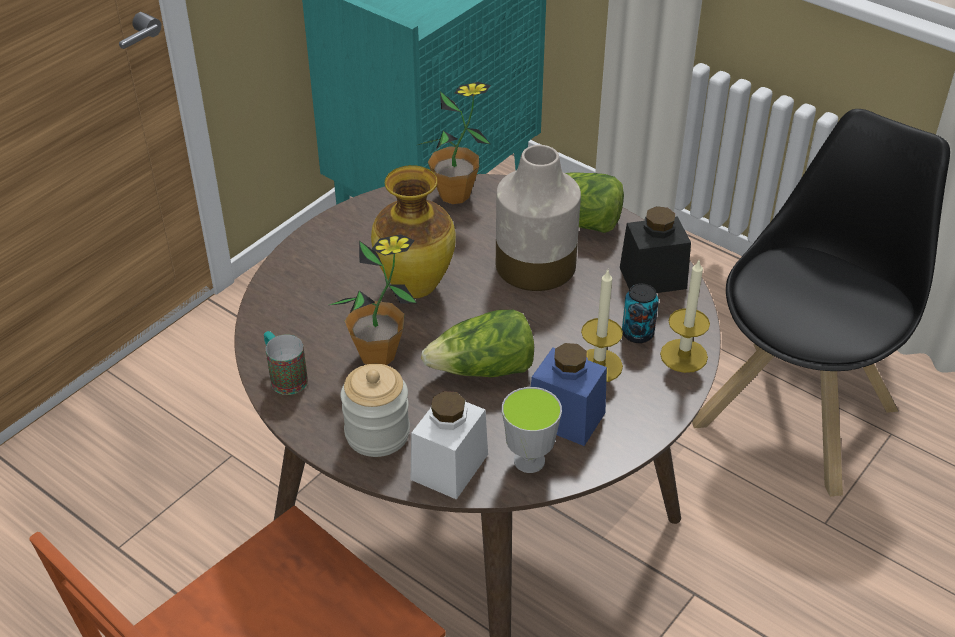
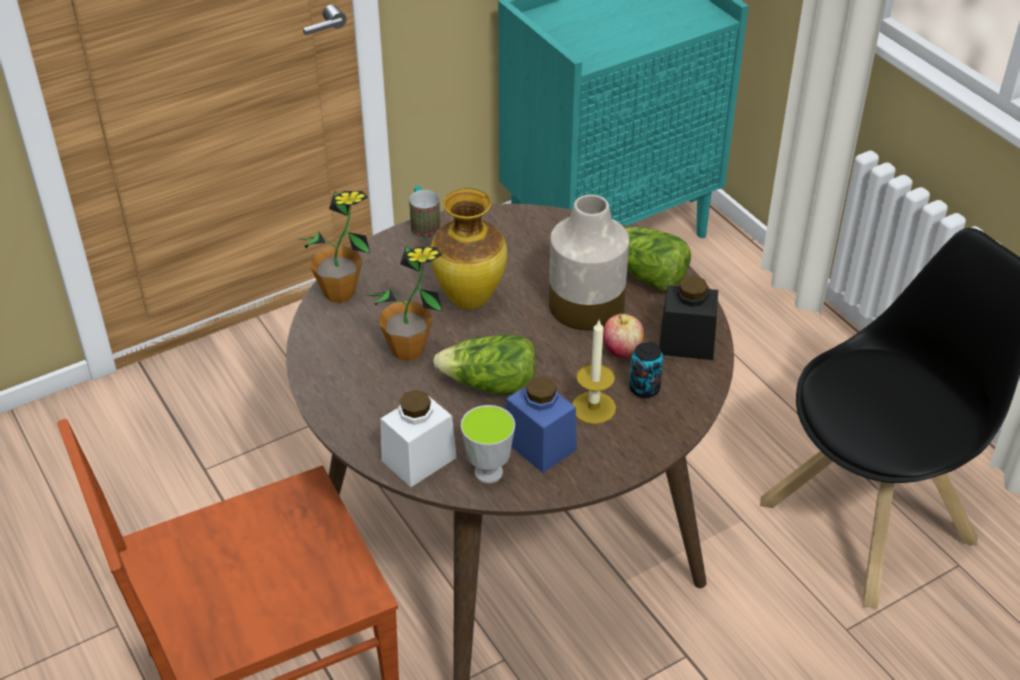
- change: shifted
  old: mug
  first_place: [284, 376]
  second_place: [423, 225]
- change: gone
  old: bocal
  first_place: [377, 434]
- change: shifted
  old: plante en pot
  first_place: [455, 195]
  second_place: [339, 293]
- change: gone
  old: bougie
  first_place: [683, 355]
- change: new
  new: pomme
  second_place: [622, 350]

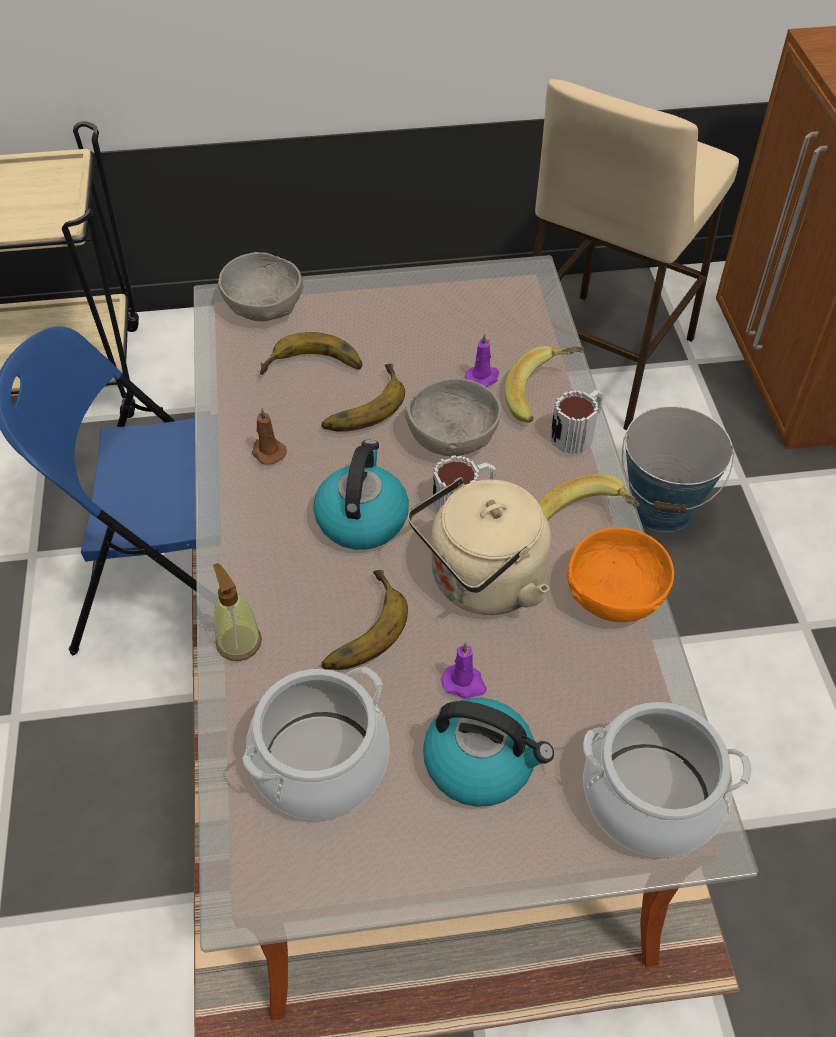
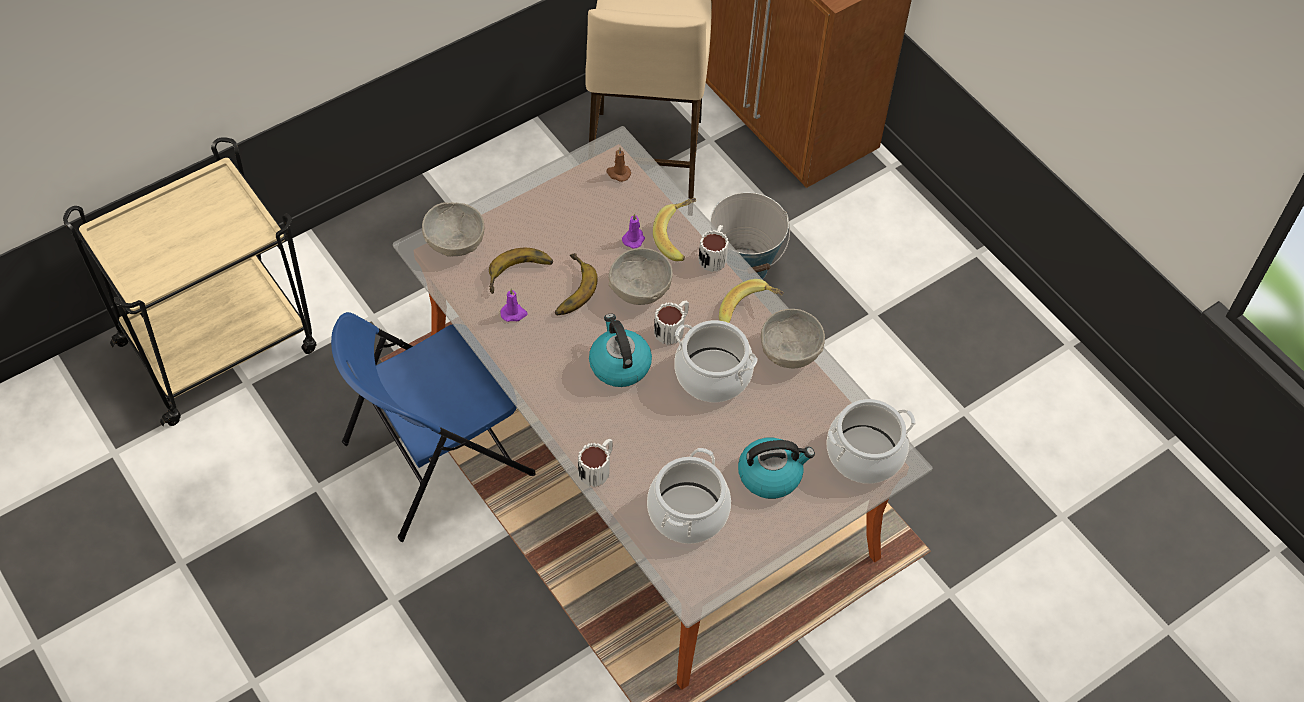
- change: swapped
  old: distributeur de savon
  new: mug
  first_place: [238, 642]
  second_place: [598, 468]
- change: shifted
  old: bougie (marron)
  first_place: [267, 451]
  second_place: [618, 173]
- change: gone
  old: banane
  first_place: [357, 626]
- change: swapped
  old: bouilloire (beige)
  new: marmite
  first_place: [481, 583]
  second_place: [712, 375]
- change: shifted
  old: bougie (violet)
  first_place: [465, 683]
  second_place: [514, 313]
- change: repainted
  old: bol (orange)
  new: bol (gris)
  first_place: [614, 594]
  second_place: [789, 350]

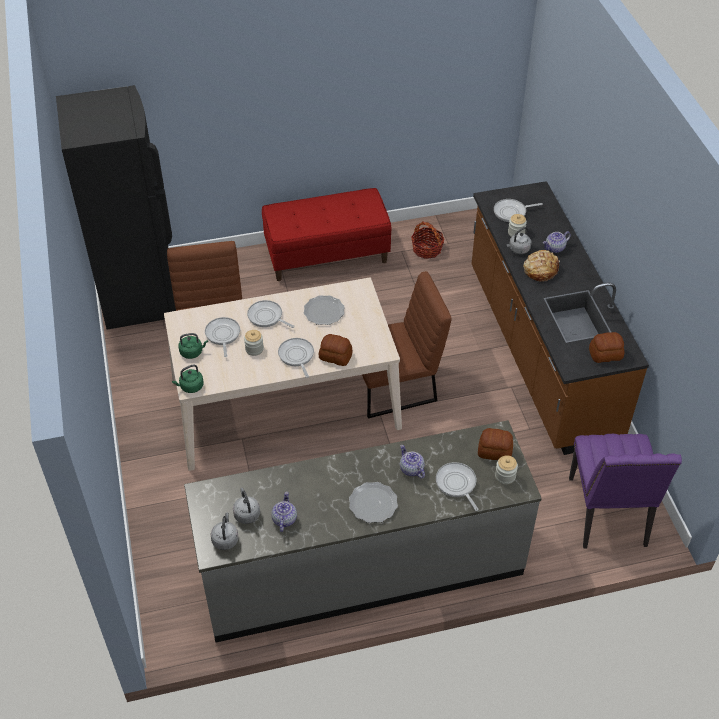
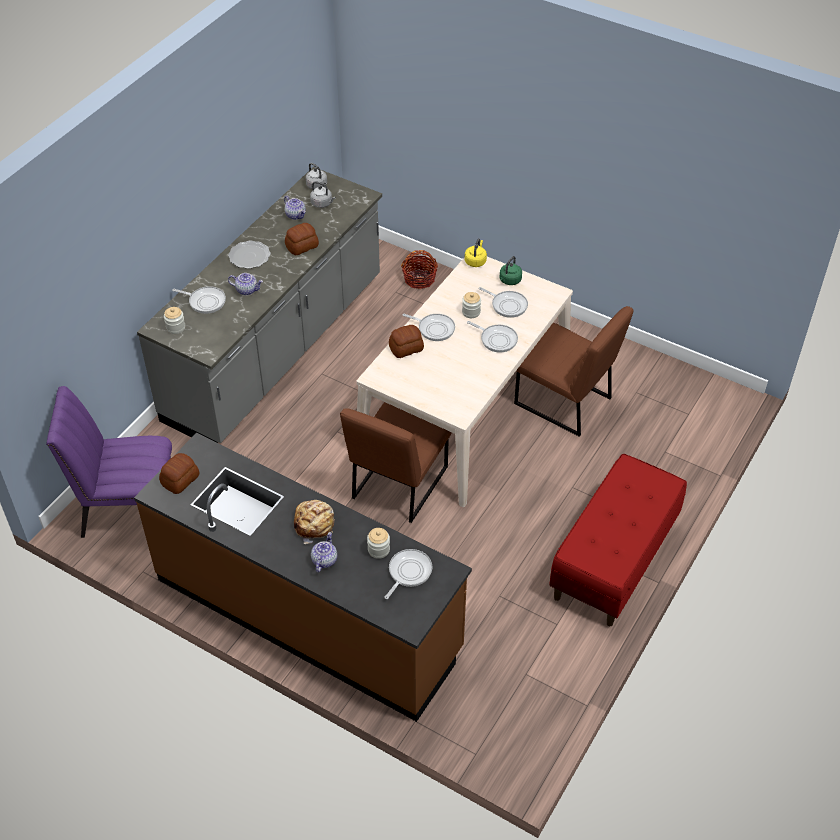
- change: gone
  old: réfrigérateur (noir)
  first_place: [138, 296]
- change: repainted
  old: bouilloire (vert)
  new: bouilloire (jaune)
  first_place: [190, 387]
  second_place: [475, 261]
- change: rotated
  old: poêle
  first_place: [267, 317]
  second_place: [496, 339]
  degrees: 45
- change: gone
  old: assiette
  first_place: [324, 312]
- change: shifted
  old: panier
  first_place: [426, 249]
  second_place: [419, 279]
- change: shifted
  old: pain
  first_place: [494, 451]
  second_place: [302, 246]
- change: gone
  old: bouilloire (gris)
  first_place: [518, 249]
- change: rotated
  old: chaise (violet)
  first_place: [607, 511]
  second_place: [129, 510]
  degrees: -45

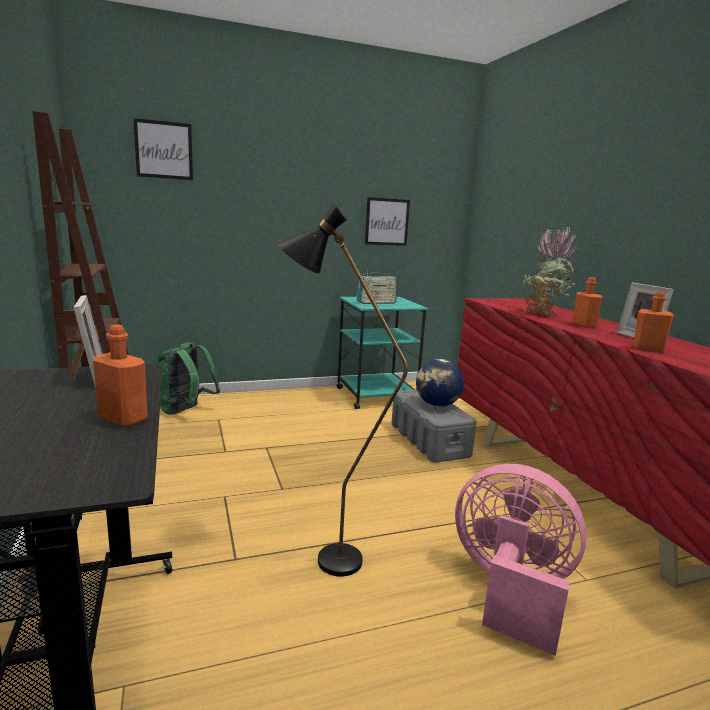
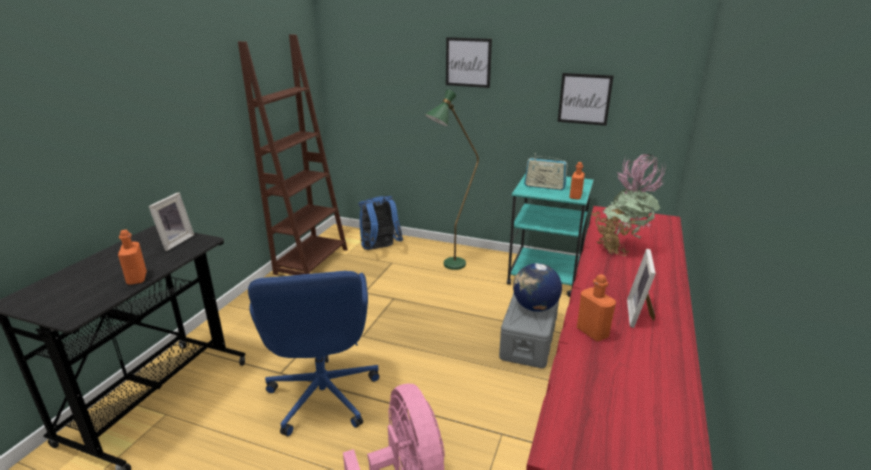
- change: shifted
  old: tableau
  first_place: [164, 150]
  second_place: [468, 62]
- change: repainted
  old: sac à dos (vert)
  new: sac à dos (bleu)
  first_place: [186, 411]
  second_place: [379, 249]
- change: swapped
  old: lampadaire (noir)
  new: chaise de bureau (bleu)
  first_place: [323, 558]
  second_place: [323, 397]
- change: shifted
  old: bouteille (orange)
  first_place: [584, 325]
  second_place: [575, 196]
- change: new
  new: lampadaire (vert)
  second_place: [448, 267]

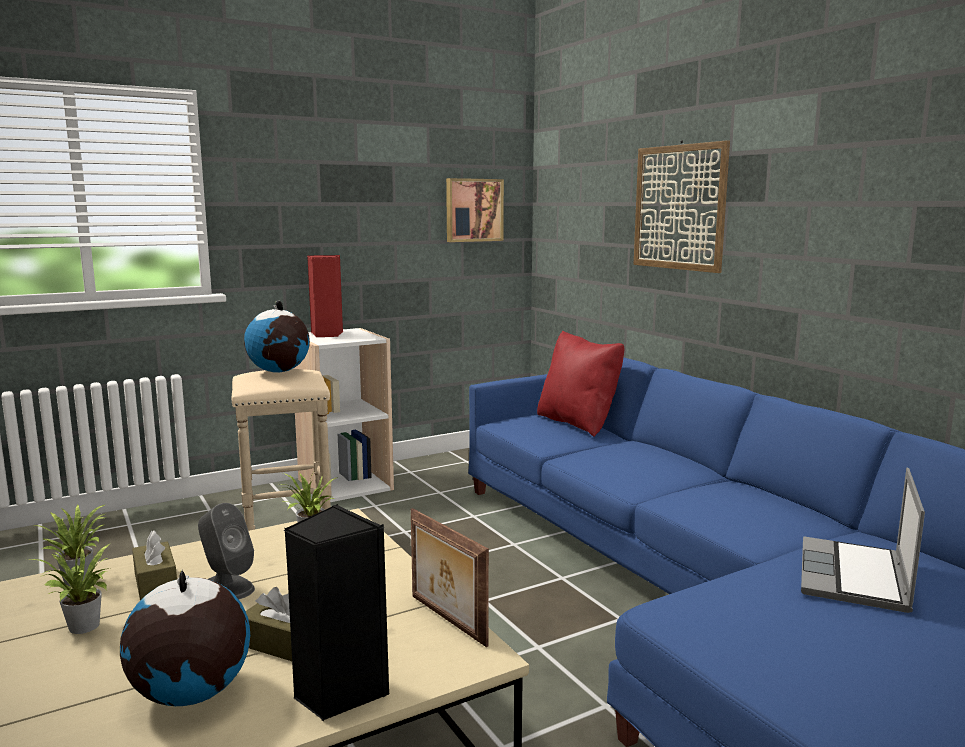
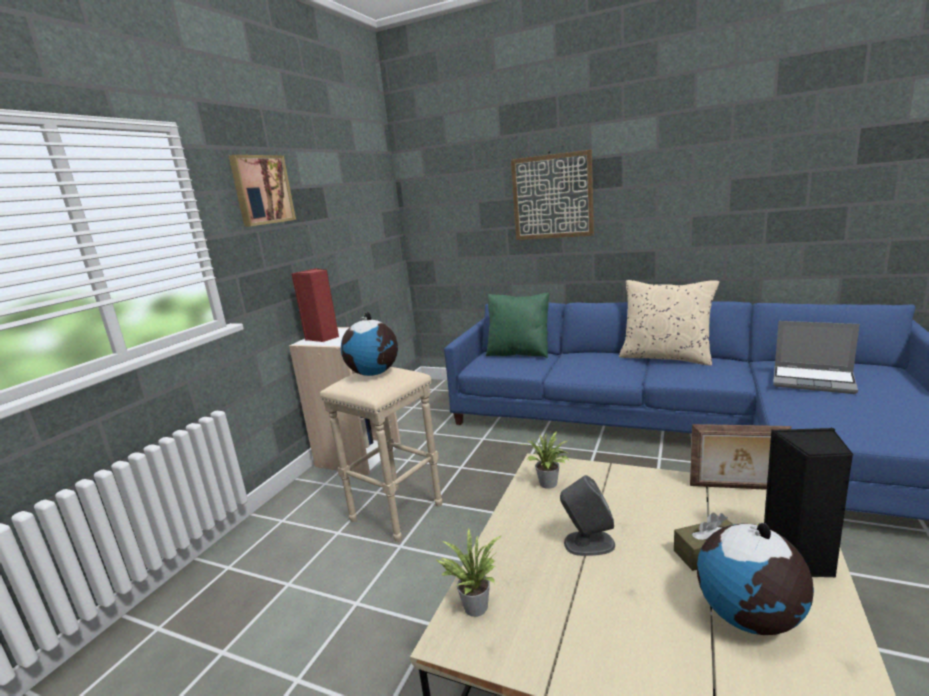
- change: gone
  old: plante en pot
  first_place: [83, 628]
- change: gone
  old: boîte à mouchoirs (marron)
  first_place: [155, 582]
- change: shifted
  old: tableau
  first_place: [473, 210]
  second_place: [261, 190]
- change: repainted
  old: coussin (rouge)
  new: coussin (vert)
  first_place: [578, 423]
  second_place: [519, 353]
- change: rotated
  old: ordinateur portable
  first_place: [855, 578]
  second_place: [814, 381]
  degrees: -45
- change: new
  new: coussin (beige)
  second_place: [666, 357]

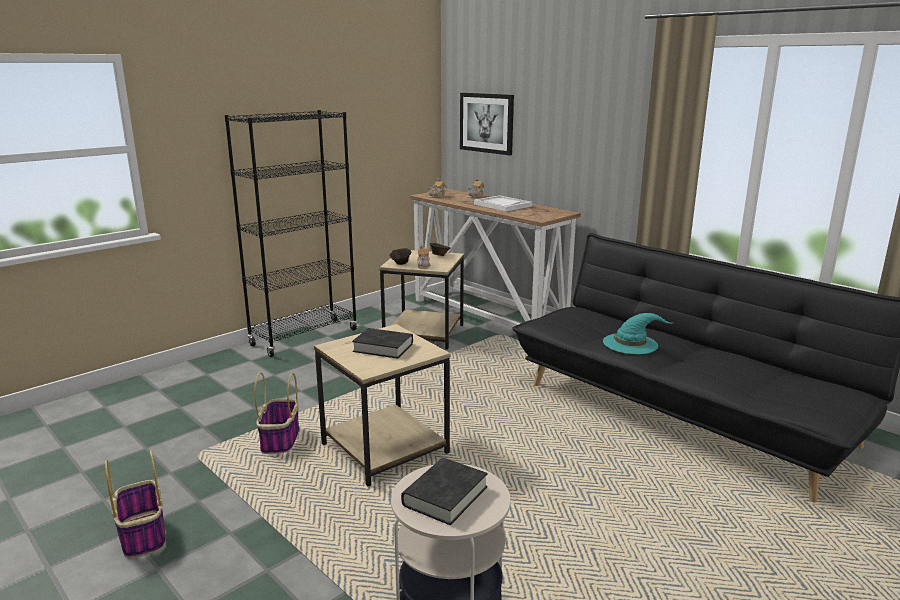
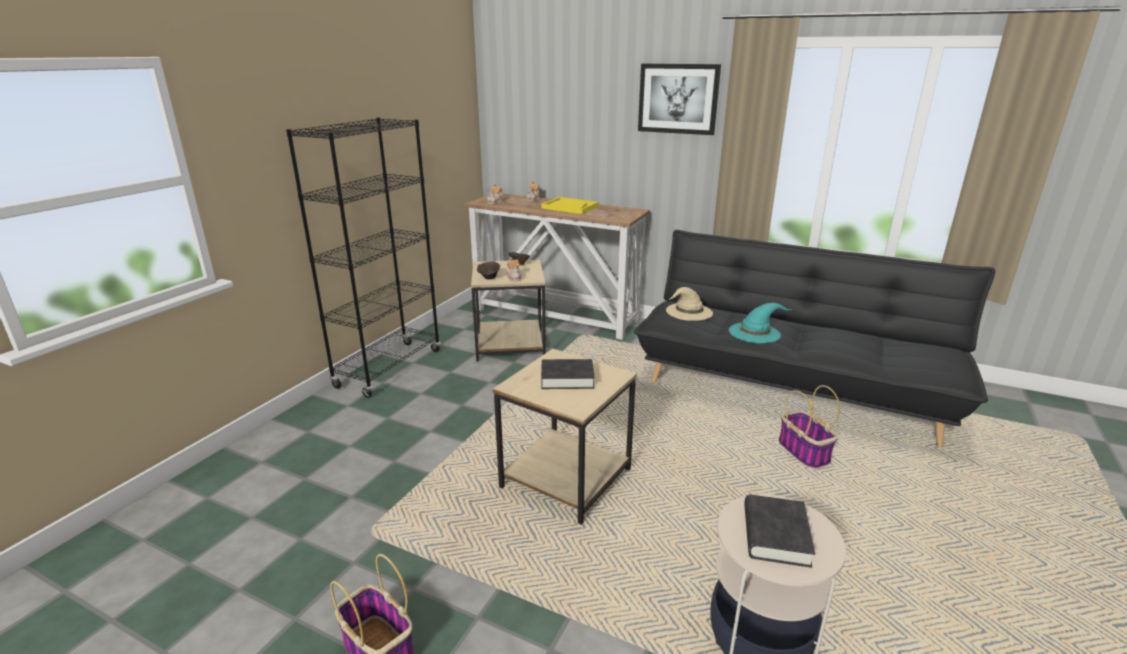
- change: shifted
  old: panier
  first_place: [280, 440]
  second_place: [804, 452]
- change: shifted
  old: tableau
  first_place: [486, 123]
  second_place: [678, 99]
- change: repainted
  old: plateau (blanc)
  new: plateau (jaune)
  first_place: [502, 205]
  second_place: [570, 207]
- change: new
  new: chapeau (beige)
  second_place: [688, 312]

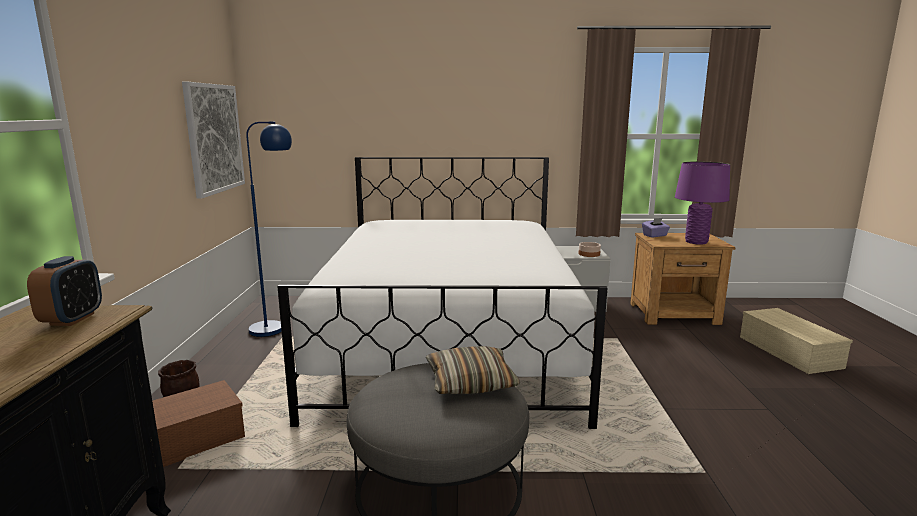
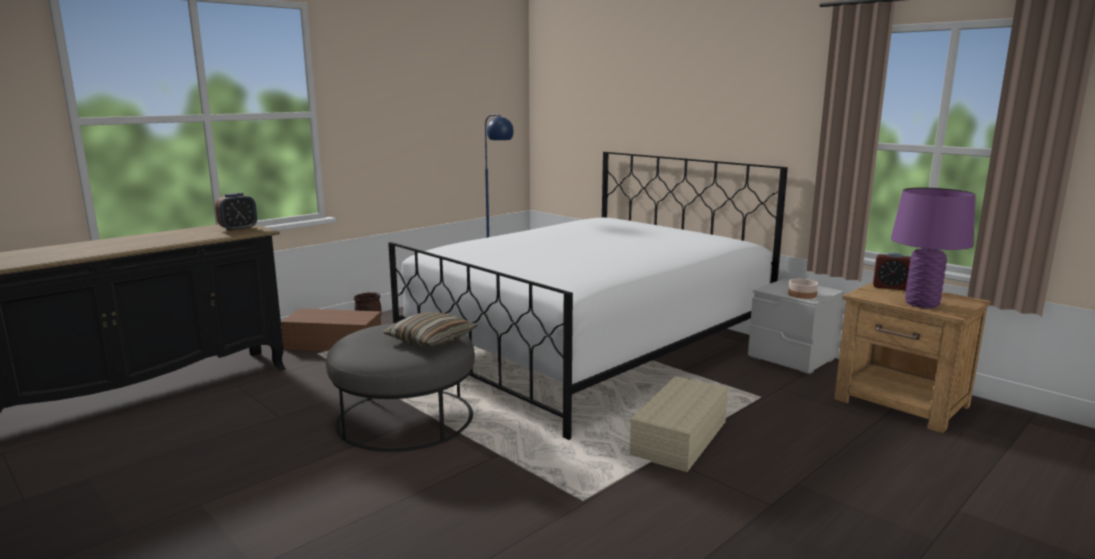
- change: gone
  old: tableau
  first_place: [214, 138]
- change: swapped
  old: boîte à mouchoirs (violet)
  new: réveil
  first_place: [655, 235]
  second_place: [890, 287]
- change: shifted
  old: boîte de rangement (beige)
  first_place: [787, 351]
  second_place: [679, 437]

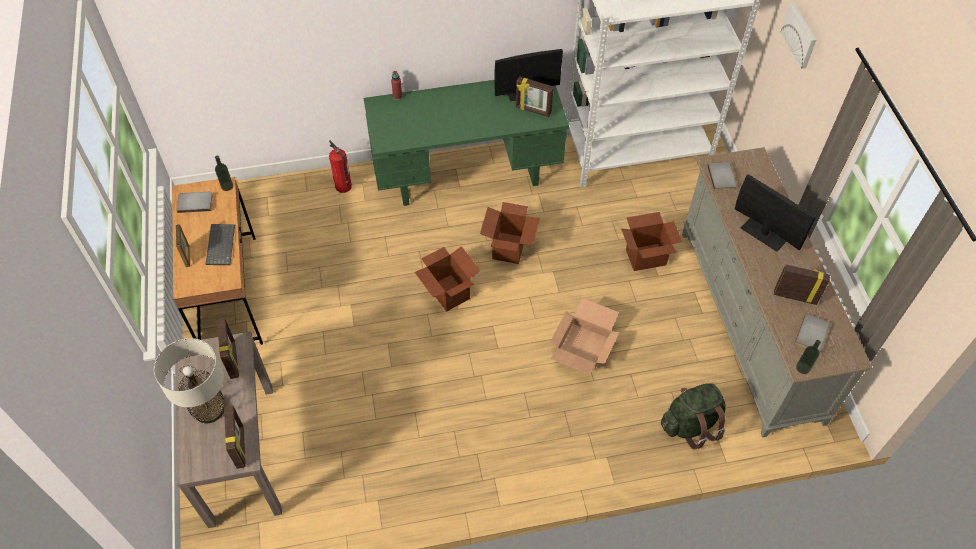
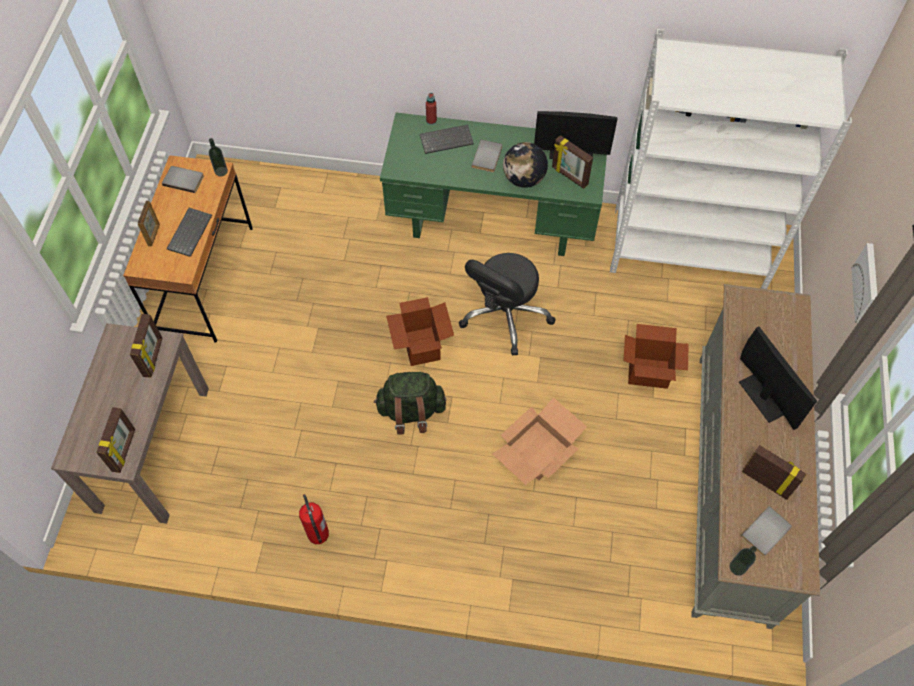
- change: gone
  old: lampe de table
  first_place: [209, 409]
- change: shifted
  old: extincteur
  first_place: [343, 186]
  second_place: [318, 534]
- change: swapped
  old: carton
  new: chaise de bureau (noir)
  first_place: [509, 248]
  second_place: [503, 317]
- change: shifted
  old: sac à dos (vert)
  first_place: [690, 425]
  second_place: [411, 411]
- change: shifted
  old: livre (gris)
  first_place: [722, 177]
  second_place: [488, 157]
- change: shifted
  old: tableau
  first_place: [800, 35]
  second_place: [867, 283]
- change: new
  new: clavier
  second_place: [447, 139]
- change: new
  new: globe
  second_place: [523, 179]

